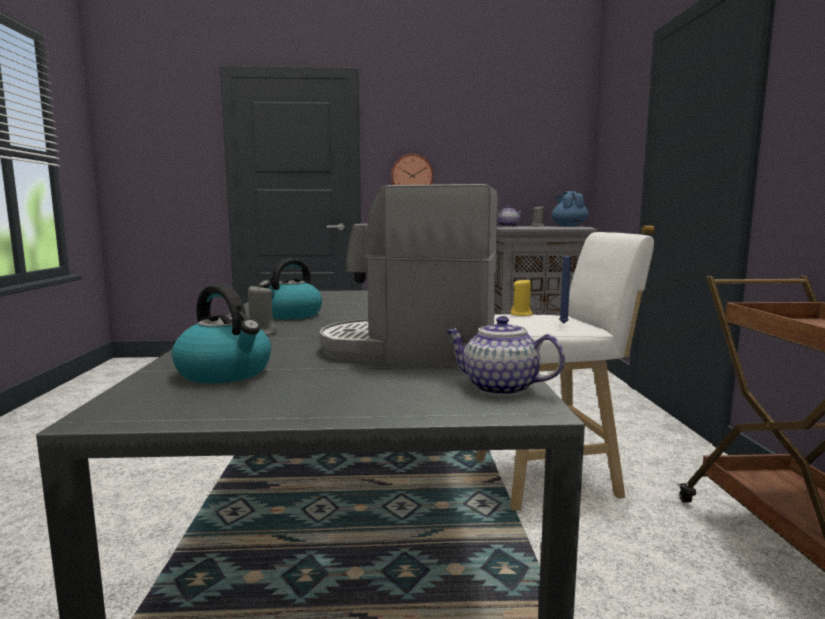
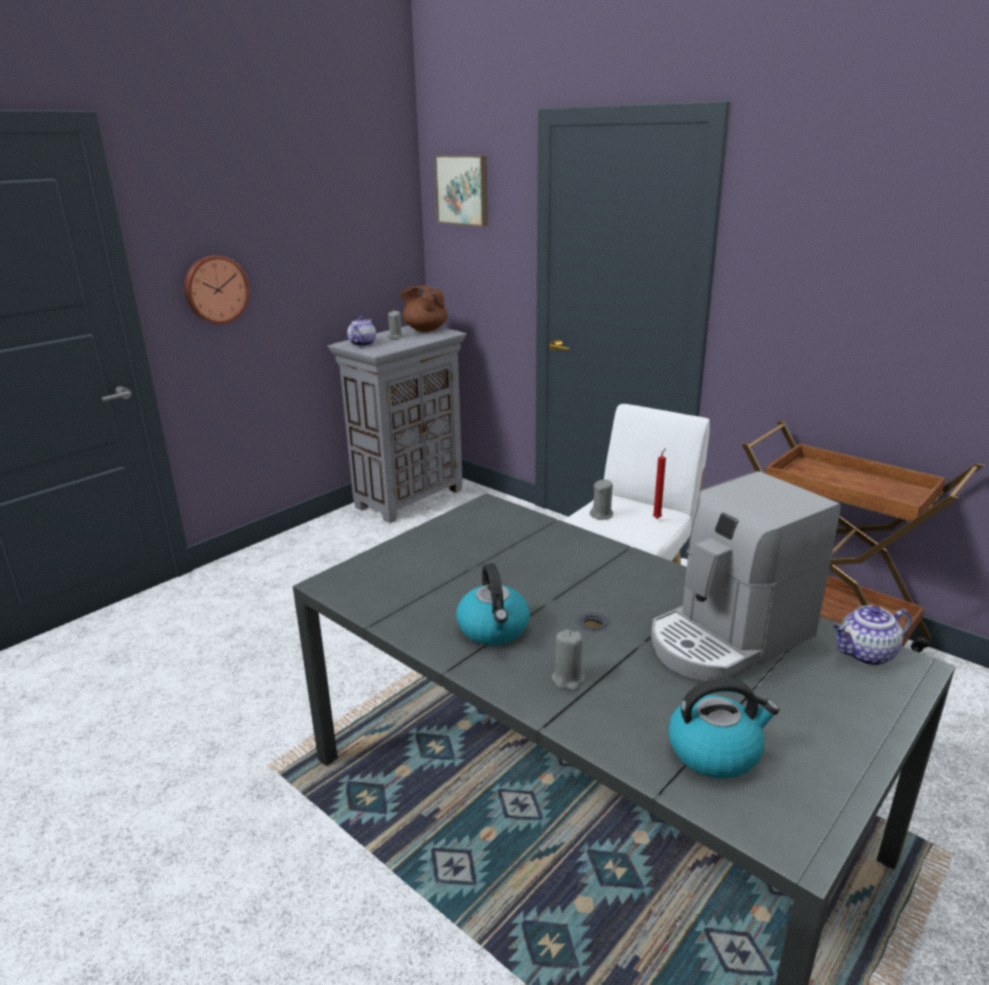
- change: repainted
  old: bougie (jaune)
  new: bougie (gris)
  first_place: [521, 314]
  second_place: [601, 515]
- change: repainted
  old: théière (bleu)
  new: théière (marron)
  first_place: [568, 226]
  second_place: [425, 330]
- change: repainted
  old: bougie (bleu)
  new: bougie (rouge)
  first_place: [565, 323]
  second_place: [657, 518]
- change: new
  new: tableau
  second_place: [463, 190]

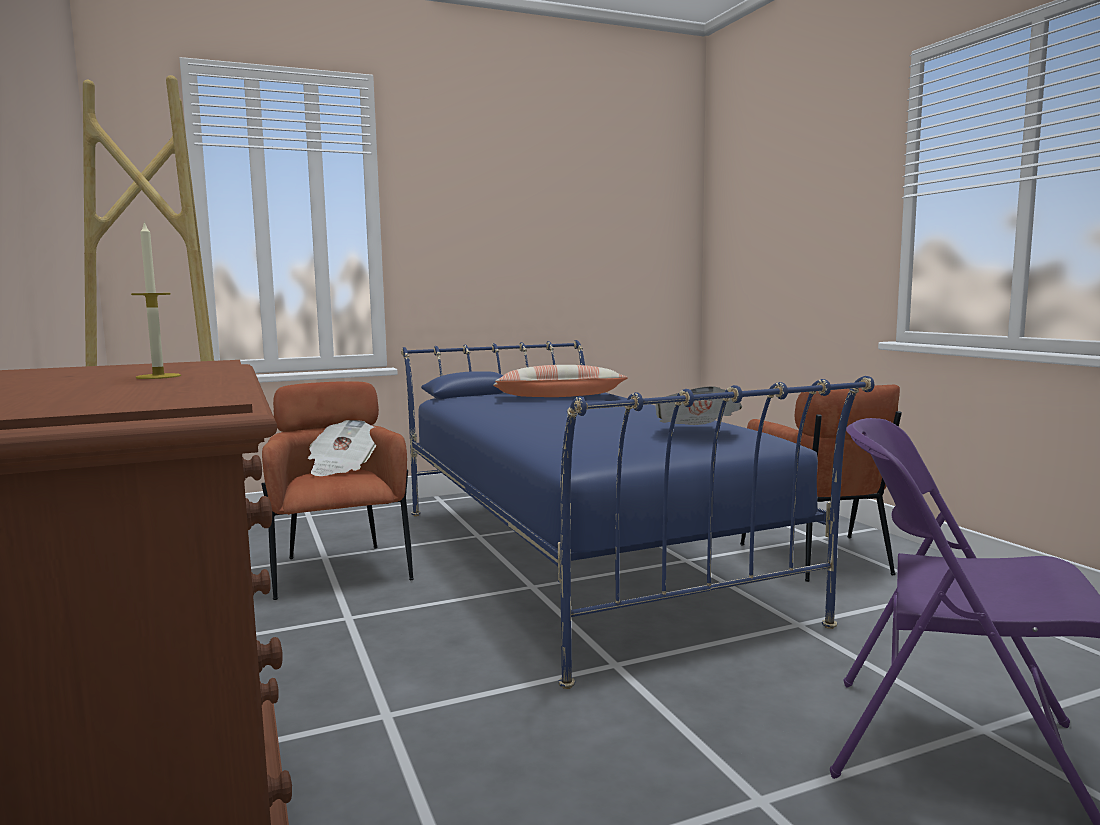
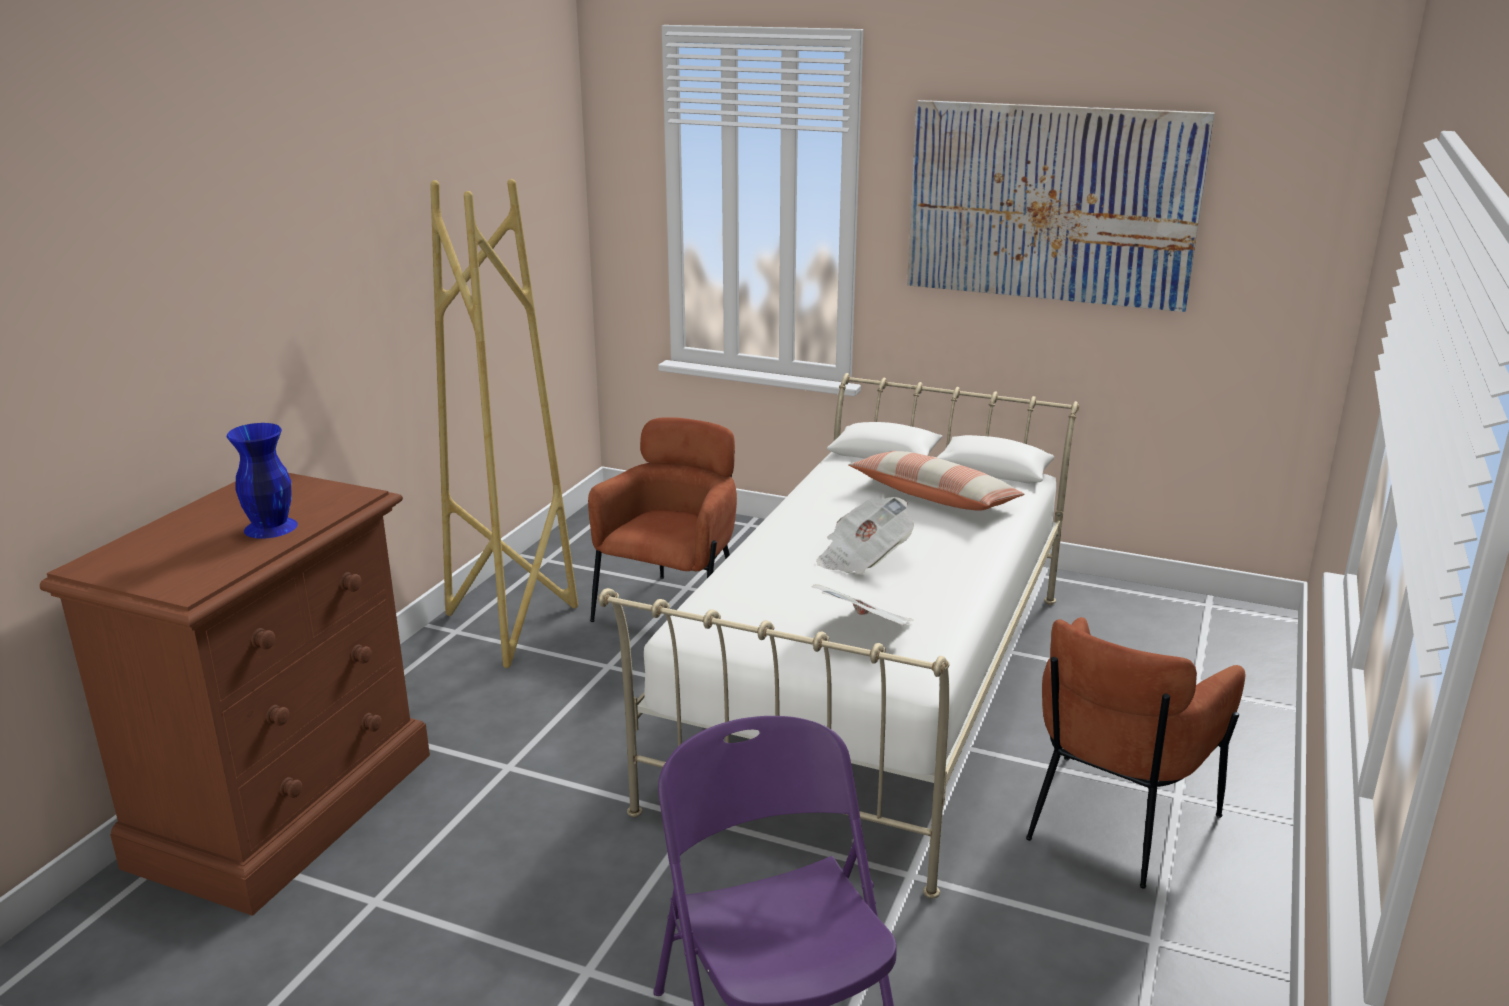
- change: swapped
  old: bougie
  new: vase (bleu)
  first_place: [158, 376]
  second_place: [269, 527]
- change: shifted
  old: journal
  first_place: [343, 467]
  second_place: [862, 559]
- change: repainted
  old: lit (bleu)
  new: lit (blanc)
  first_place: [578, 559]
  second_place: [870, 693]
- change: new
  new: tableau
  second_place: [1051, 204]

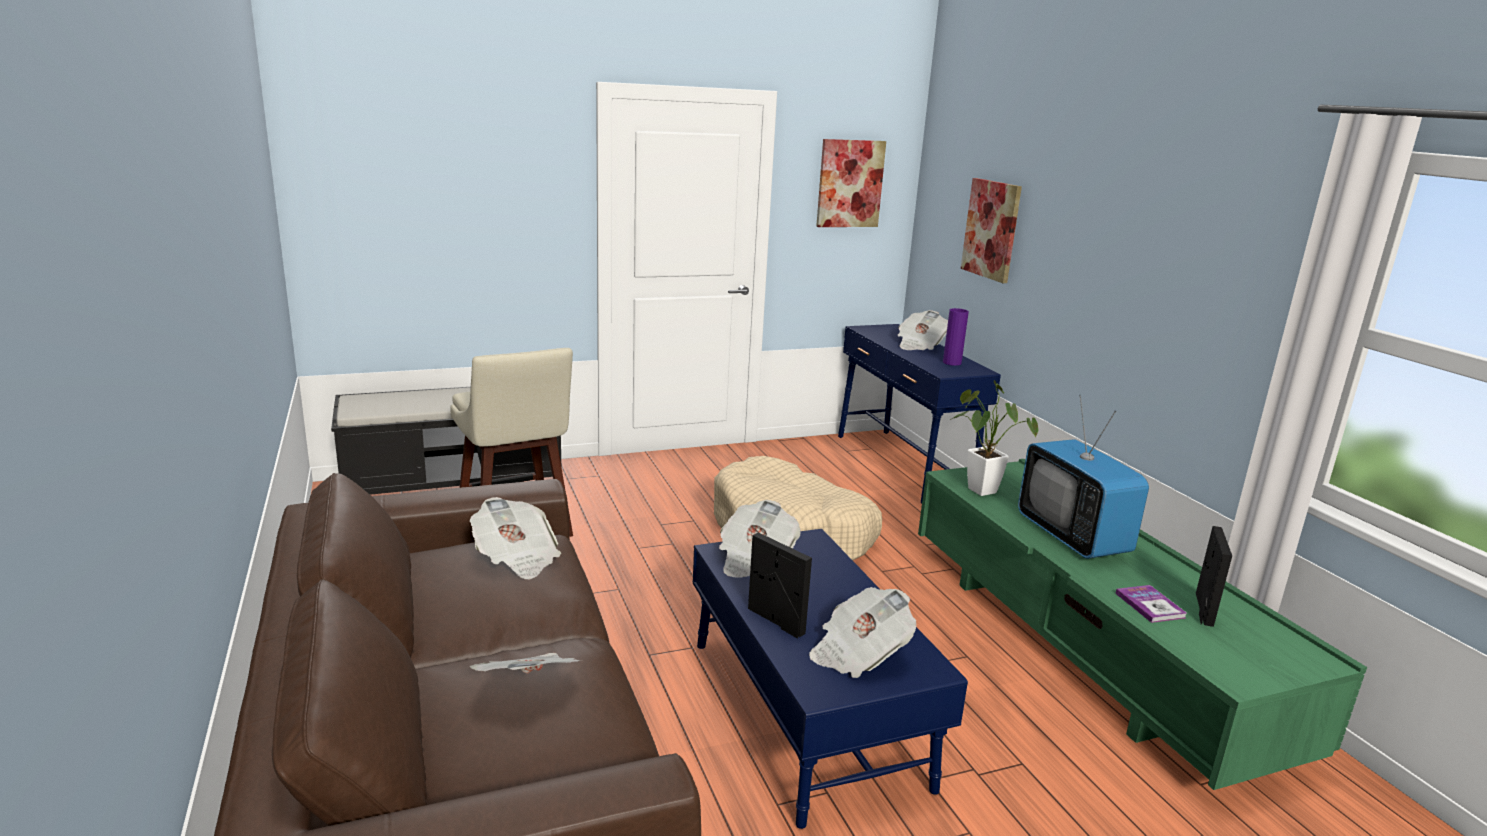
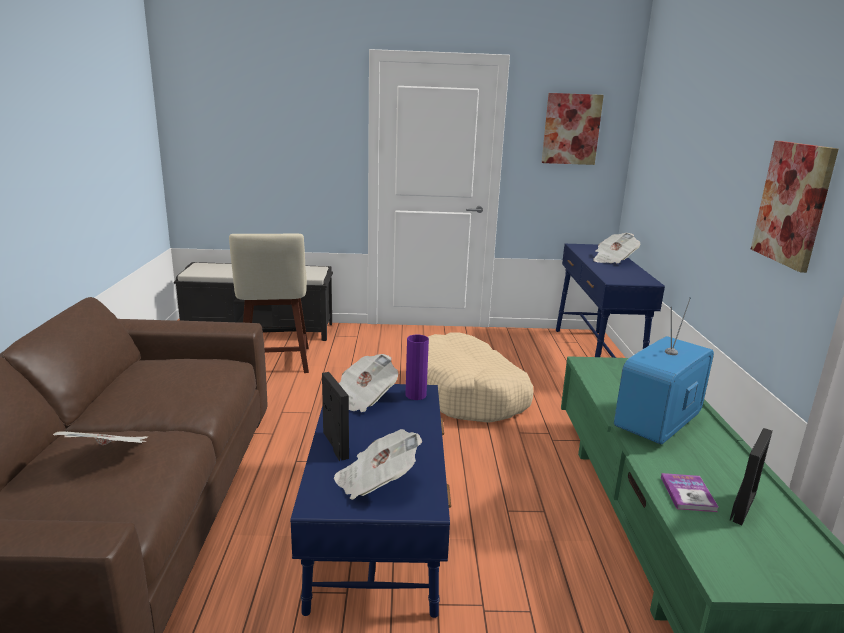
- change: gone
  old: journal
  first_place: [516, 558]
- change: shifted
  old: vase (violet)
  first_place: [952, 363]
  second_place: [415, 395]
- change: gone
  old: plante en pot
  first_place: [978, 488]
- change: shifted
  old: tableau
  first_place: [991, 229]
  second_place: [793, 204]
- change: rotated
  old: téléviseur
  first_place: [1072, 537]
  second_place: [658, 424]
  degrees: 45

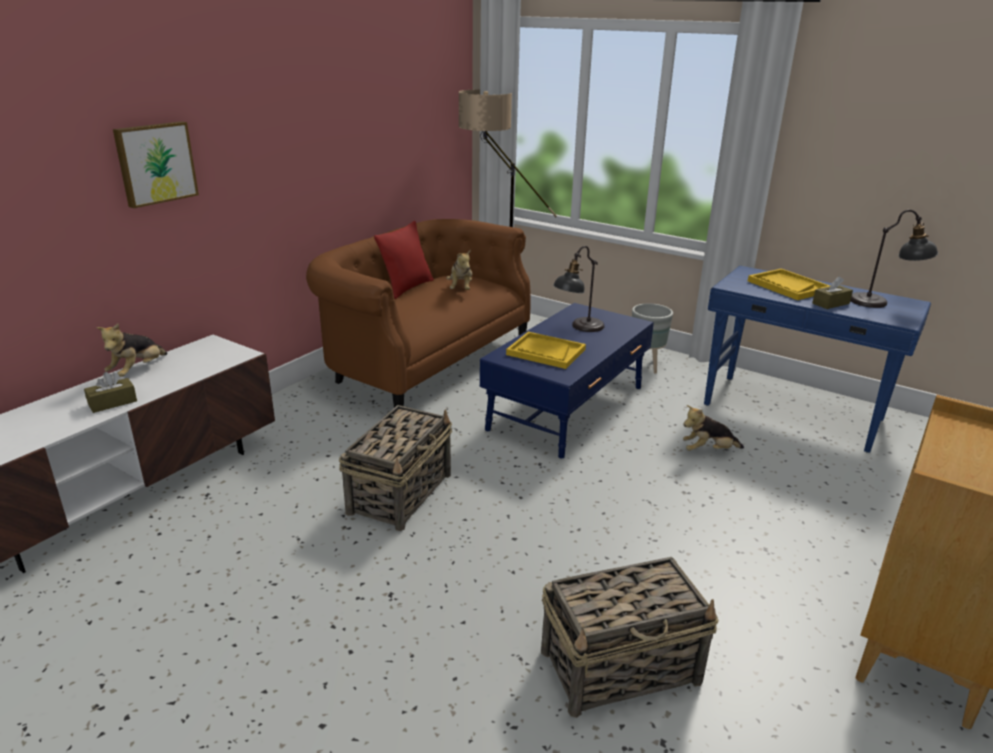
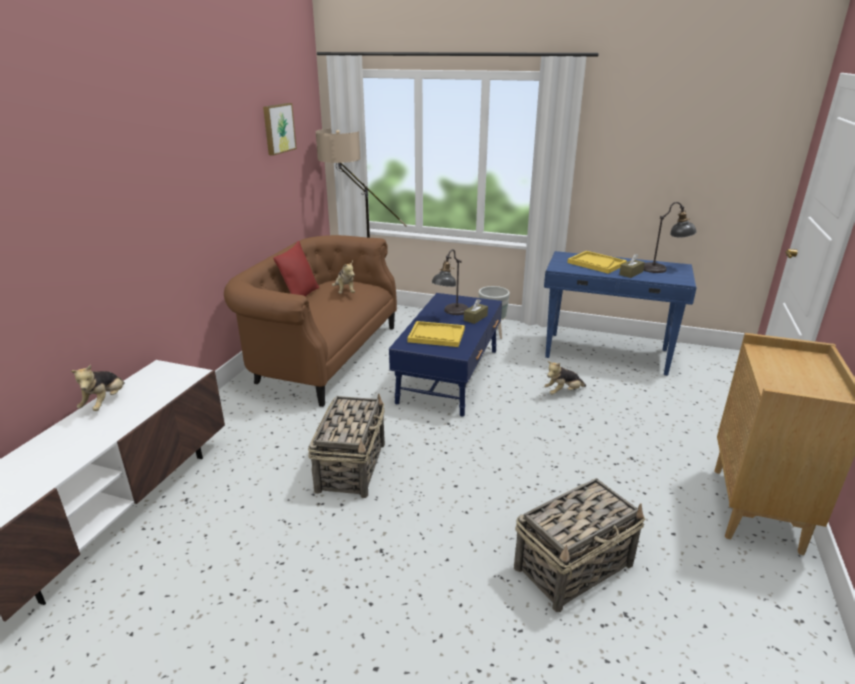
- change: shifted
  old: boîte à mouchoirs (marron)
  first_place: [112, 403]
  second_place: [475, 318]
- change: shifted
  old: tableau
  first_place: [155, 163]
  second_place: [278, 128]

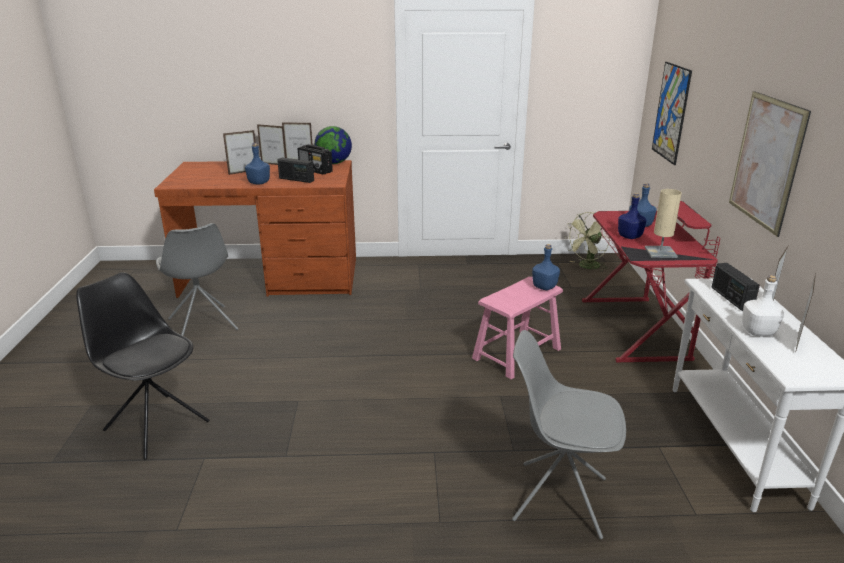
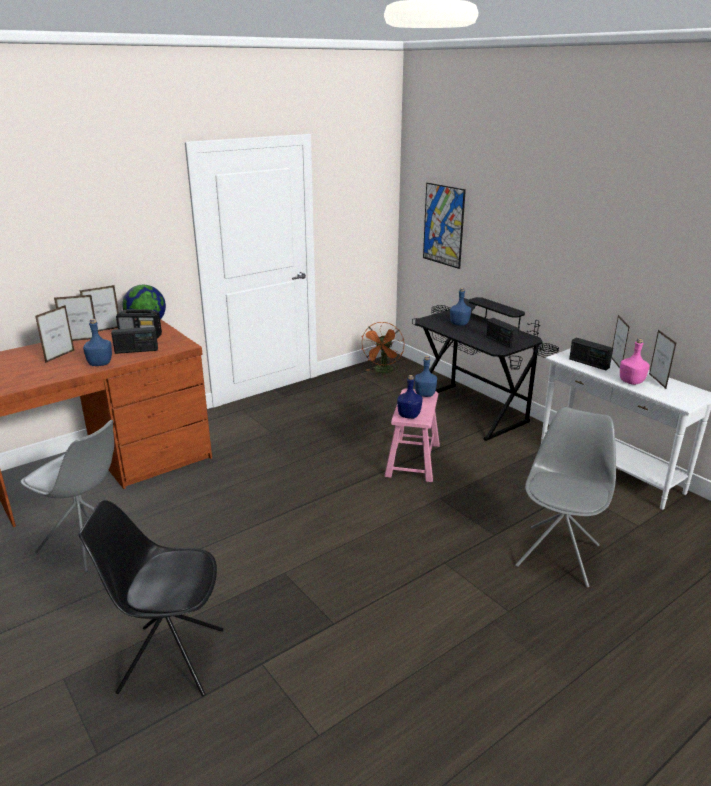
- change: rotated
  old: chaise (gris)
  first_place: [557, 498]
  second_place: [558, 555]
  degrees: 135
- change: repainted
  old: ventilateur (vert)
  new: ventilateur (orange)
  first_place: [586, 267]
  second_place: [383, 371]
- change: repainted
  old: bureau (rouge)
  new: bureau (noir)
  first_place: [637, 328]
  second_place: [471, 410]
- change: shifted
  old: bouteille (bleu)
  first_place: [630, 237]
  second_place: [409, 415]
- change: swapped
  old: lampe de table (beige)
  new: radio
  first_place: [660, 252]
  second_place: [501, 342]
- change: gone
  old: tableau
  first_place: [766, 161]
- change: repainted
  old: bouteille (blanc)
  new: bouteille (rose)
  first_place: [757, 332]
  second_place: [631, 382]

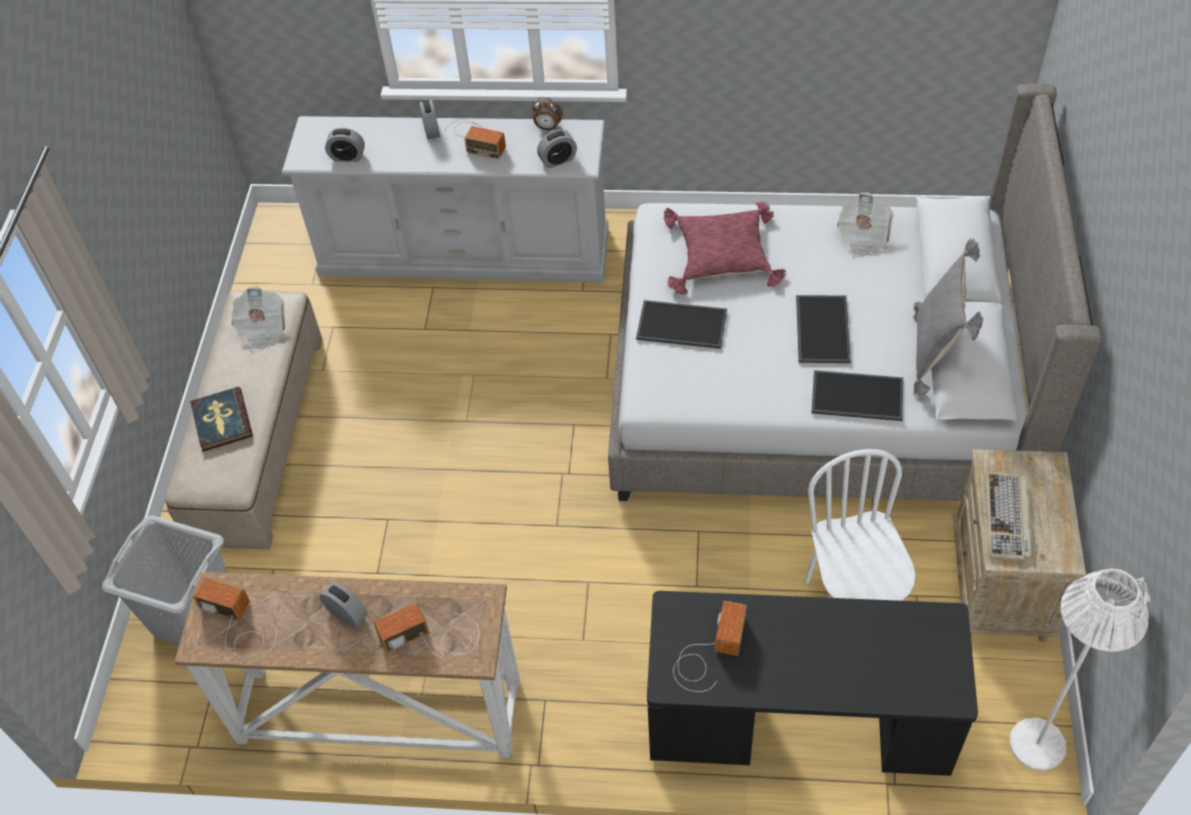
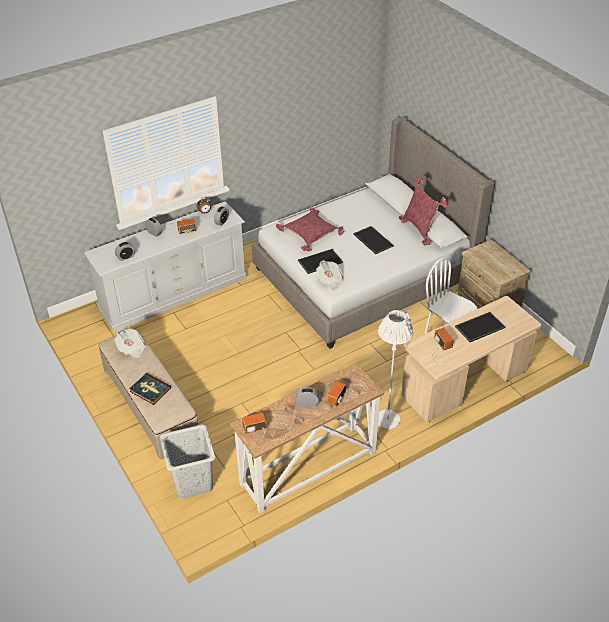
- change: repainted
  old: bureau (noir)
  new: bureau (beige)
  first_place: [798, 725]
  second_place: [464, 384]
- change: shifted
  old: plateau
  first_place: [856, 397]
  second_place: [480, 328]
- change: shifted
  old: journal
  first_place: [863, 237]
  second_place: [330, 281]
- change: repainted
  old: coussin (gris)
  new: coussin (rouge)
  first_place: [936, 357]
  second_place: [420, 231]
- change: gone
  old: clavier
  first_place: [1007, 518]
- change: shifted
  old: lampadaire (blanc)
  first_place: [1037, 744]
  second_place: [387, 419]

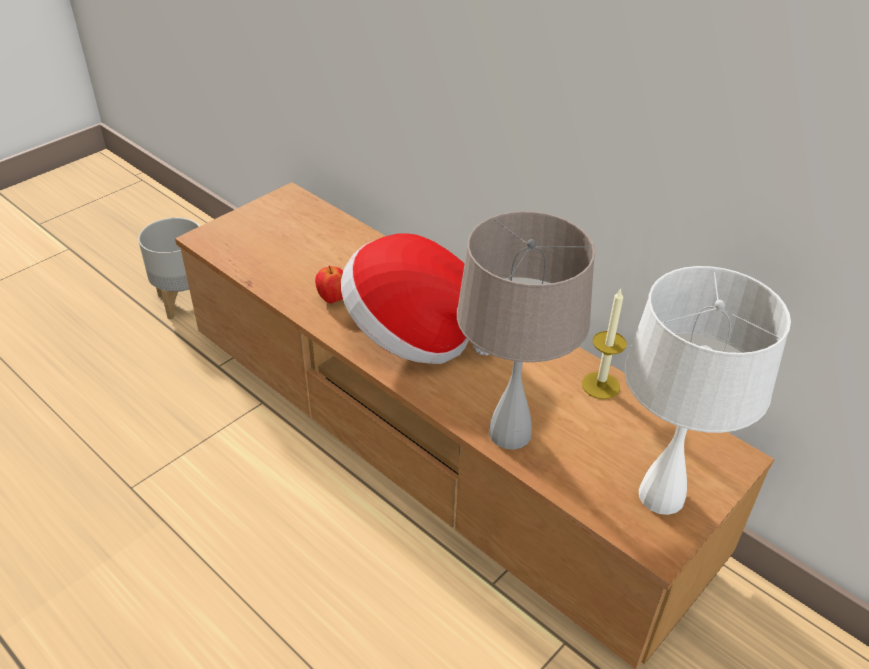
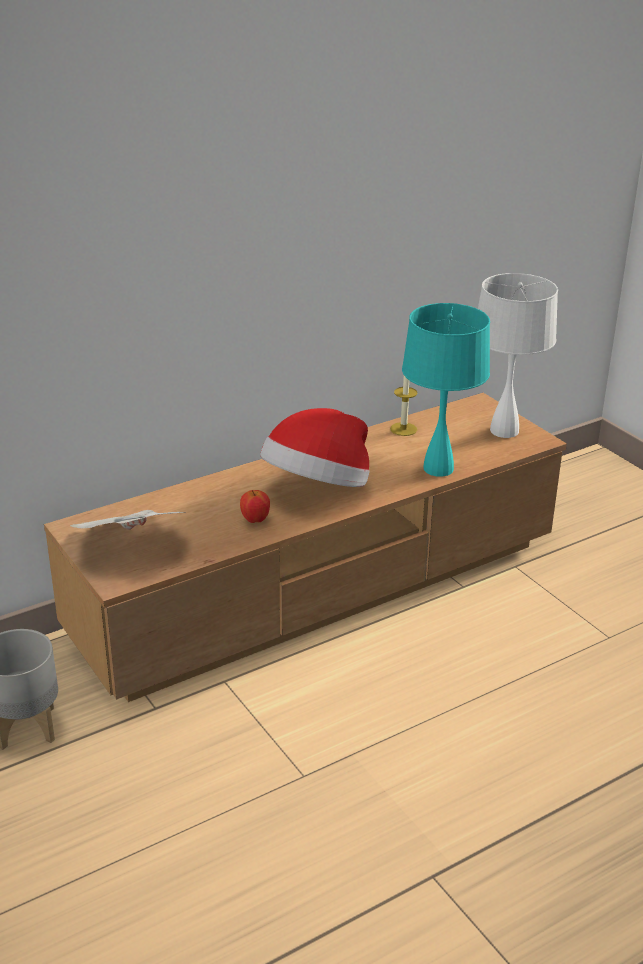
- change: repainted
  old: lampe de table (beige)
  new: lampe de table (turquoise)
  first_place: [510, 434]
  second_place: [439, 468]
- change: new
  new: journal
  second_place: [131, 544]

